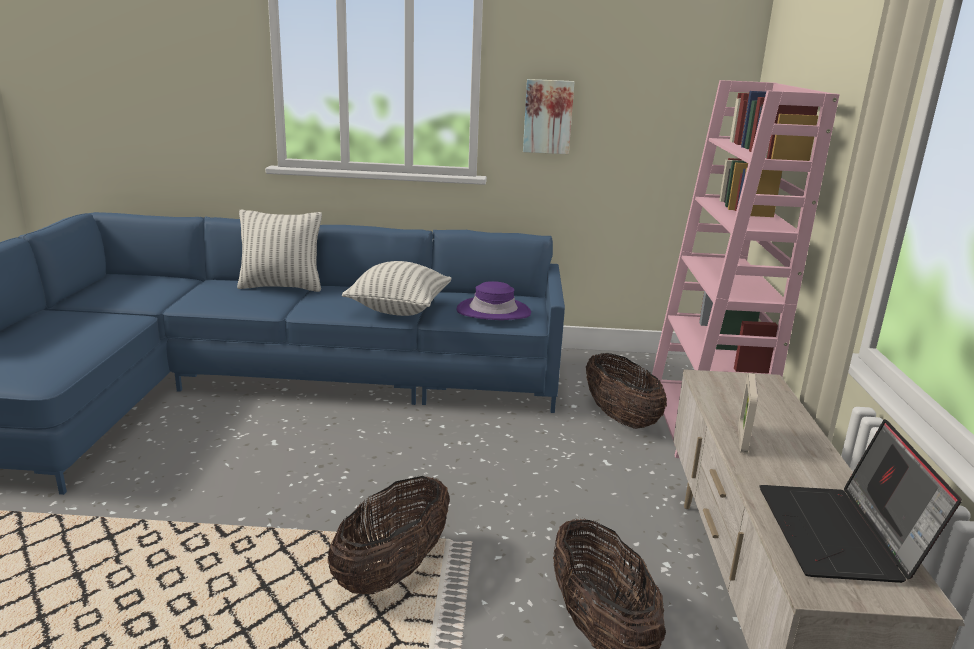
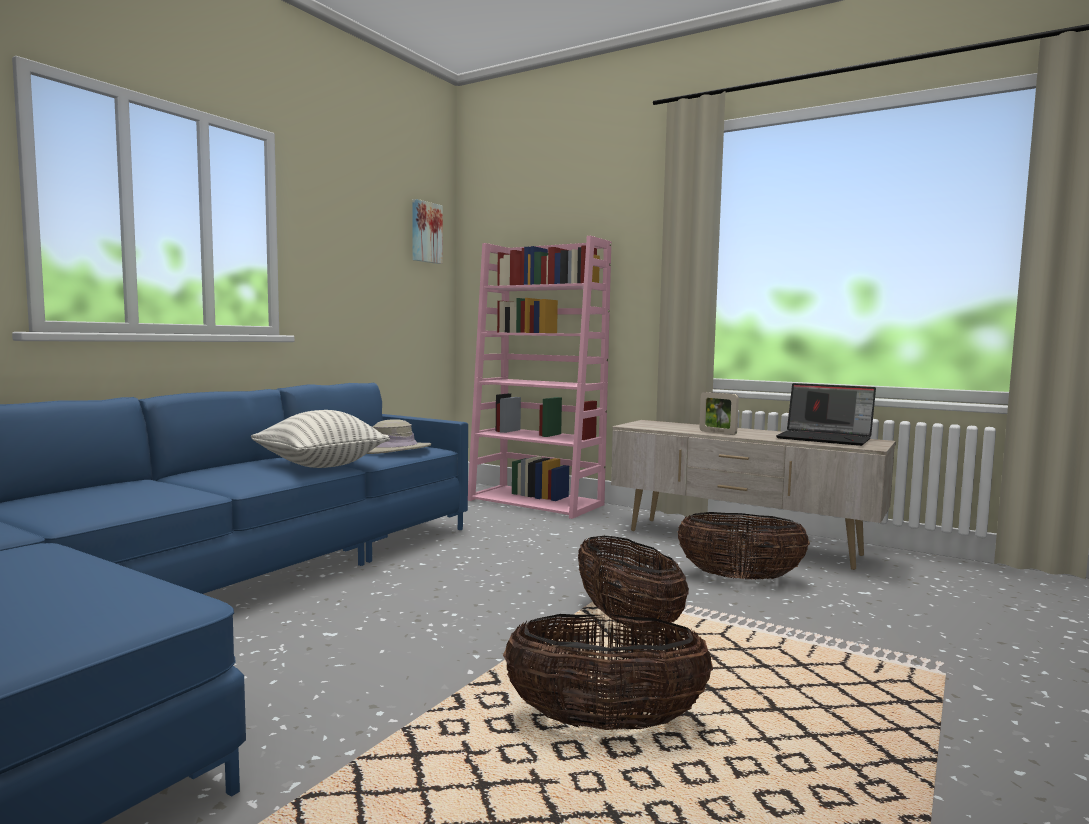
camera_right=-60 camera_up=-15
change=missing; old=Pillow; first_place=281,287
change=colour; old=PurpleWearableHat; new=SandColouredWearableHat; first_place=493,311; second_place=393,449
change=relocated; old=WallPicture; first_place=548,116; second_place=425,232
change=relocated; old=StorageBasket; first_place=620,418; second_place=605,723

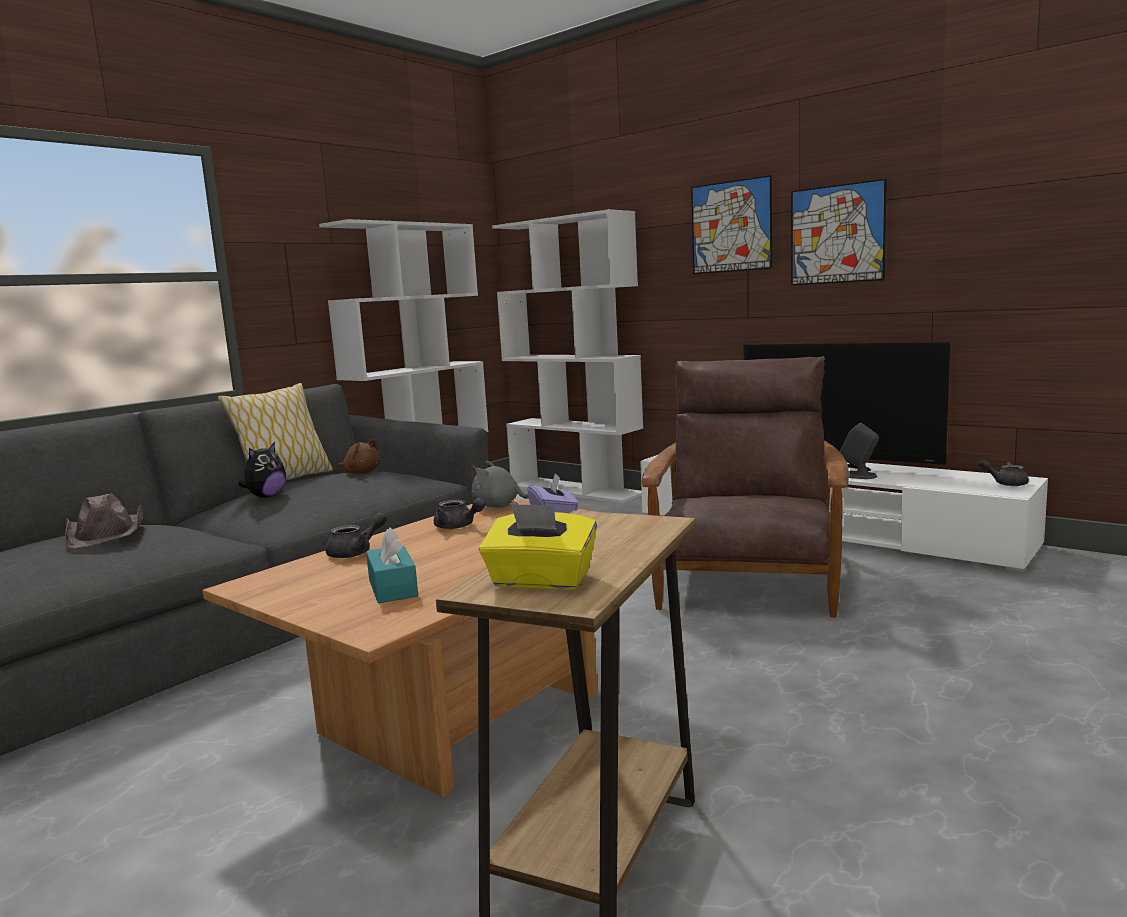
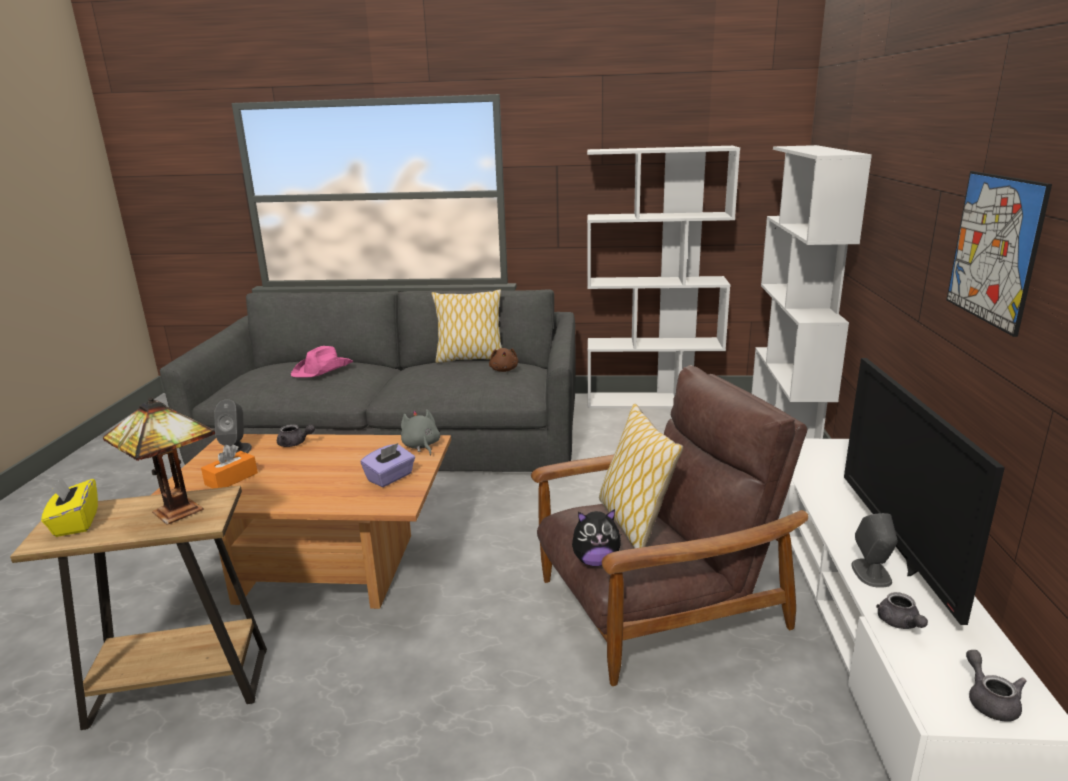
camera_right=55 camera_up=10
change=colour; old=BrownWearableHat; new=PinkishWearableHat; first_place=107,533; second_place=323,369
change=relocated; old=SoftToy; first_place=266,497; second_place=595,561
change=colour; old=TurquoiseColouredBoxOfTissues; new=OrangeColouredBoxOfTissues; first_place=393,588; second_place=231,479
change=relocated; old=GrayPotForTea; first_place=458,526; second_place=899,623
change=missing; old=WallPicture; first_place=731,226
change=appeared; new=LampForATable; second_place=174,511
change=appeared; new=GrayLoudspeaker; second_place=236,451
change=appeared; new=Pillow; second_place=633,523

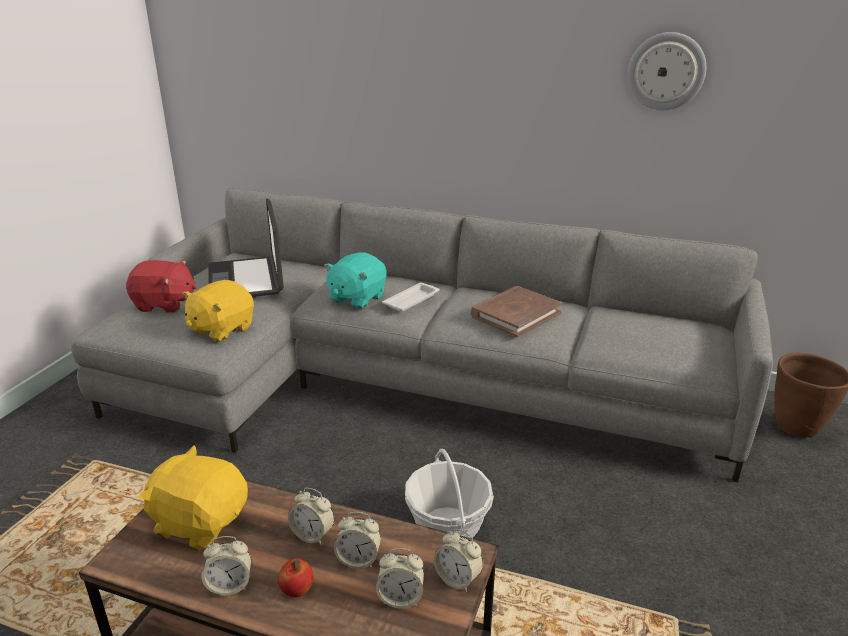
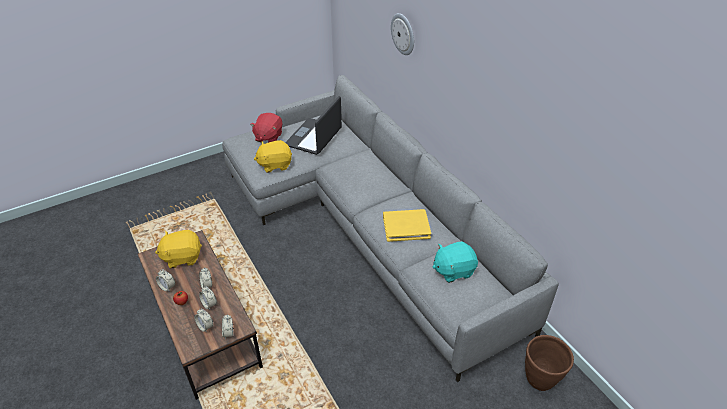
camera_right=40 camera_up=15
change=spun; old=ReddishSoftToy; first_place=164,304; second_place=268,137; degrees=60
change=spun; old=YellowSoftToy; first_place=200,522; second_place=182,257; degrees=-75
change=relocated; old=TurquoiseColouredSoftToy; first_place=356,298; second_place=453,270
change=missing; old=WhiteColouredCarryingTray; first_place=412,300
change=missing; old=StorageBasket; first_place=447,527
change=colour; old=BrownBoundBook; new=YellowBoundBook; first_place=516,314; second_place=406,227
change=relocated; old=ClockOnTheWall; first_place=666,71; second_place=403,34

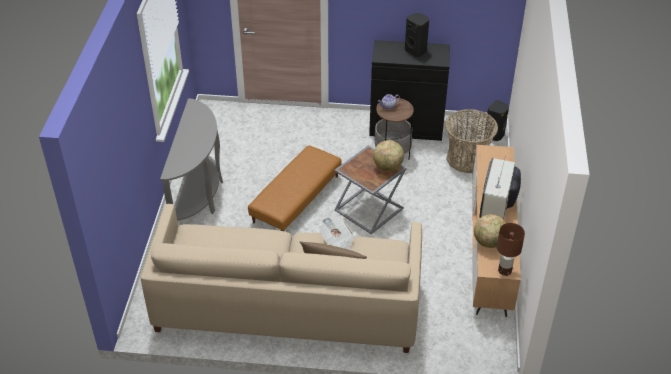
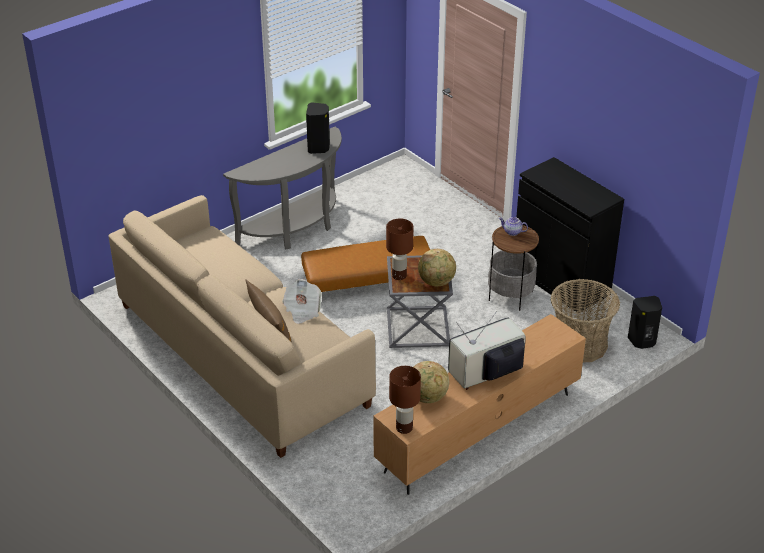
camera_right=45 camera_up=-5
change=relocated; old=BlackColouredLoudspeaker; first_place=416,51; second_place=319,148
change=appeared; new=BrownLampForATable; second_place=399,275

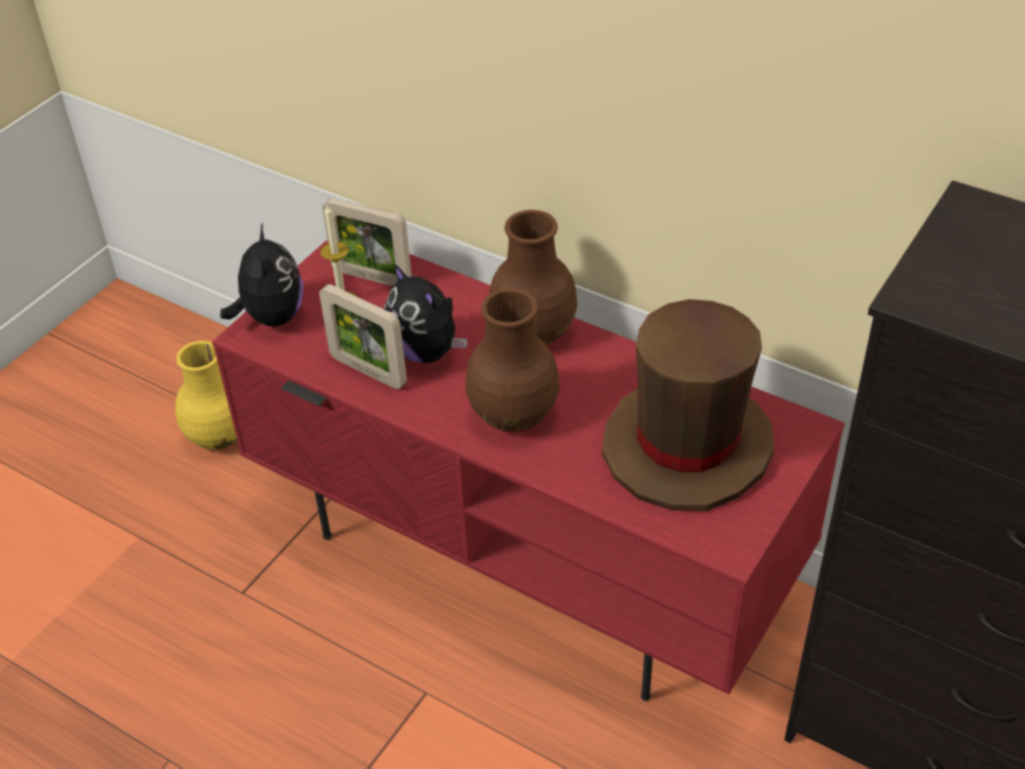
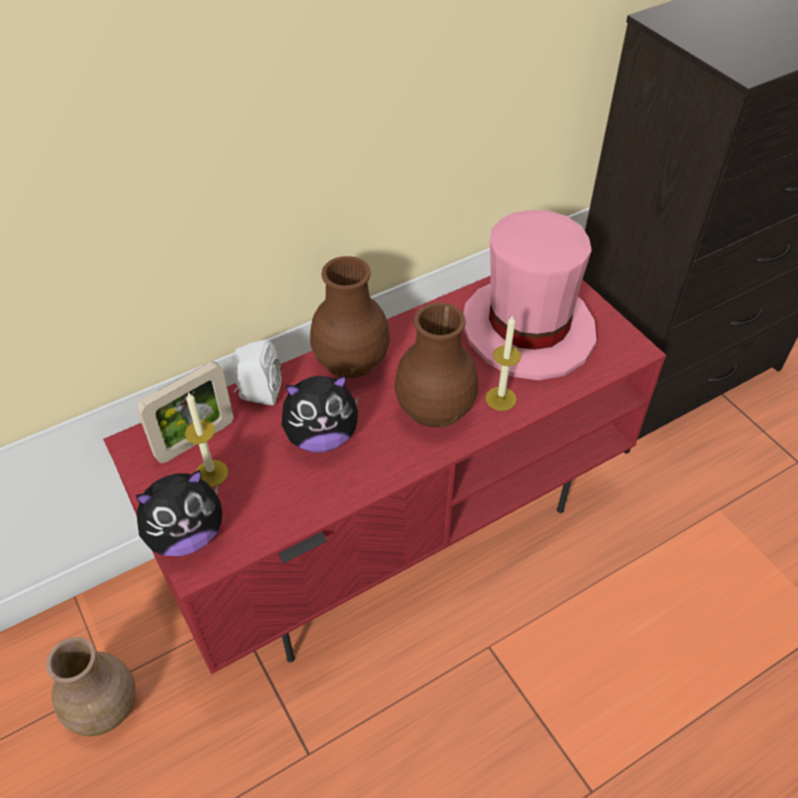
camera_right=-65 camera_up=5
change=colour; old=YellowVase; new=BrownVase; first_place=218,437; second_place=105,709
change=spun; old=SoftToy; first_place=271,317; second_place=186,535; degrees=135
change=missing; old=StandingFrame; first_place=368,371
change=colour; old=BrownWearableHat; new=PinkishWearableHat; first_place=687,446; second_place=528,329
change=appeared; new=WhiteColouredLoudspeaker; second_place=257,394
change=appeared; new=WaxLight; second_place=500,398

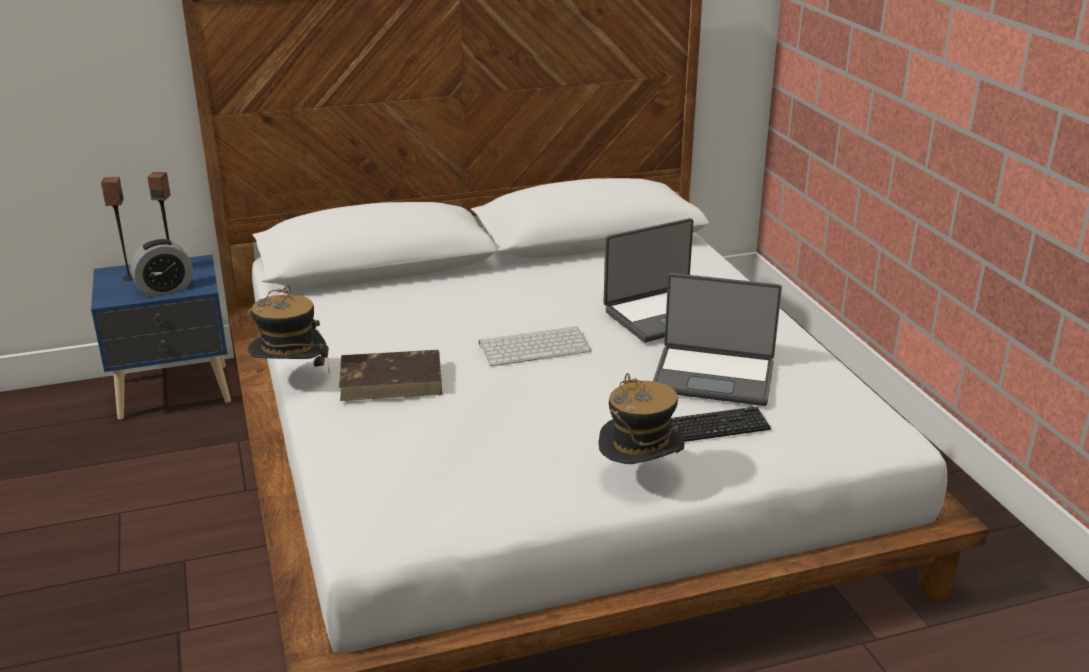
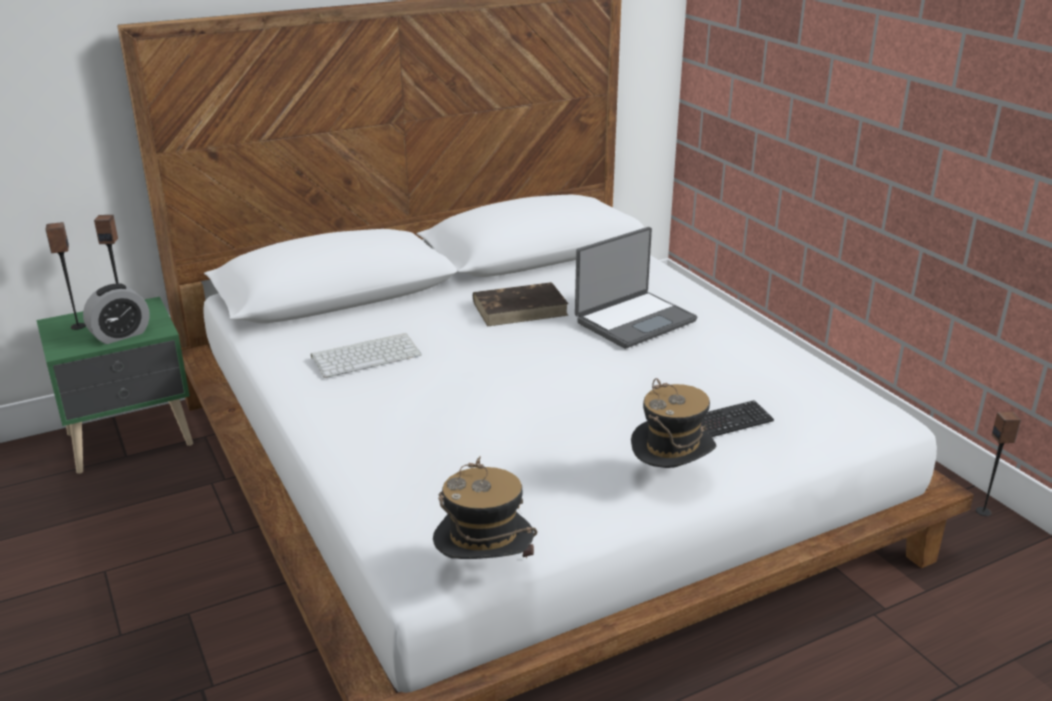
camera_right=-10 camera_up=0
change=colour; old=BlueNightstand; new=GreenColouredNightstand; first_place=176,392; second_place=132,440
change=relocated; old=WearableHat; first_place=291,380; second_place=484,574
change=relocated; old=BrownBoundBook; first_place=392,380; second_place=520,308
change=relocated; old=PcKeyboard; first_place=535,346; second_place=367,355
change=missing; old=Laptop; first_place=714,376
change=appeared; new=Loudspeaker; second_place=984,511

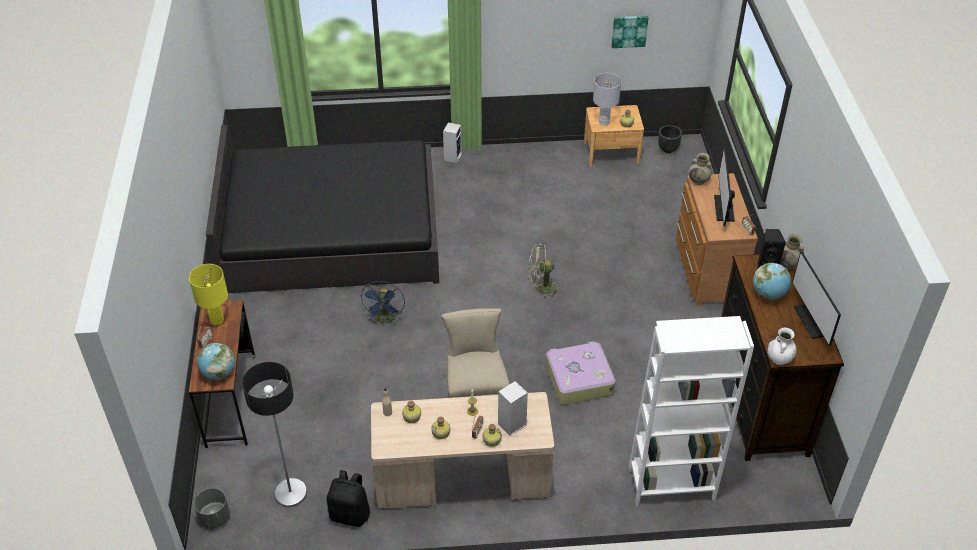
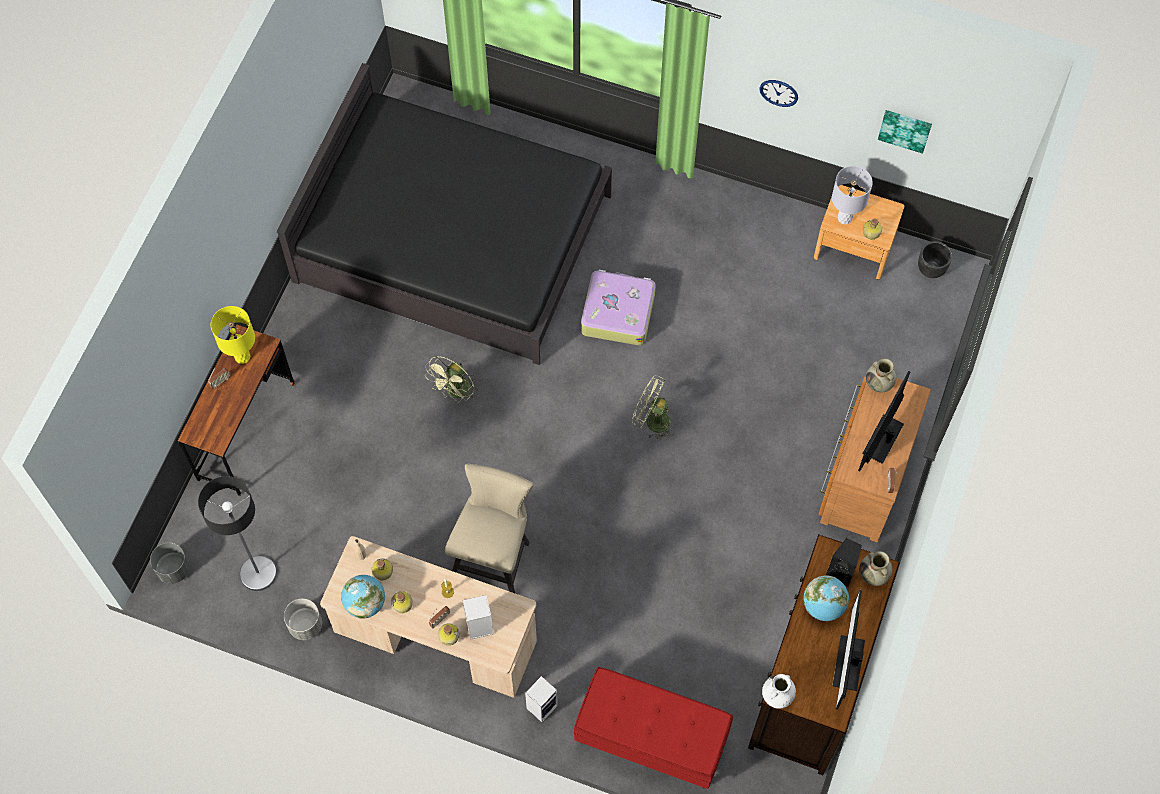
camera_right=25 camera_up=20
change=relocated; old=WorldGlobe; first_place=218,373; second_place=365,603
change=exchanged; old=BlackColouredBackpack; new=GrayPlantPot; first_place=350,514; second_place=306,625
change=colour; old=BlueElectricFan; new=GreenColouredElectricFan; first_place=386,320; second_place=455,392
change=relocated; old=Loudspeaker; first_place=452,156; second_place=542,706
change=relocated; old=TravelCase; first_place=578,379; second_place=617,312
change=exchanged; old=WhiteColouredShelvingUnit; new=ReddishBench; first_place=671,483; second_place=651,739
change=appeared; new=ClockOnTheWall; second_place=779,92

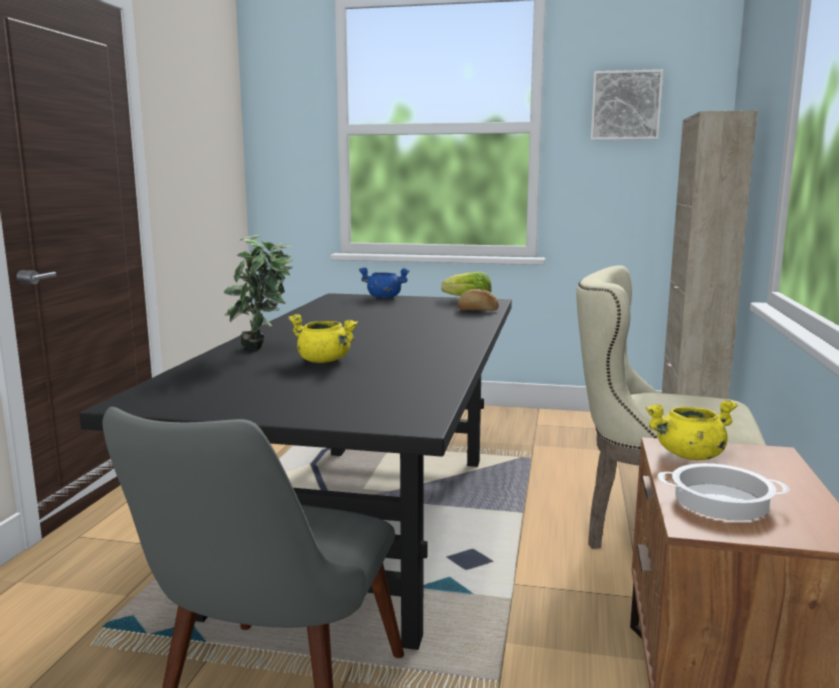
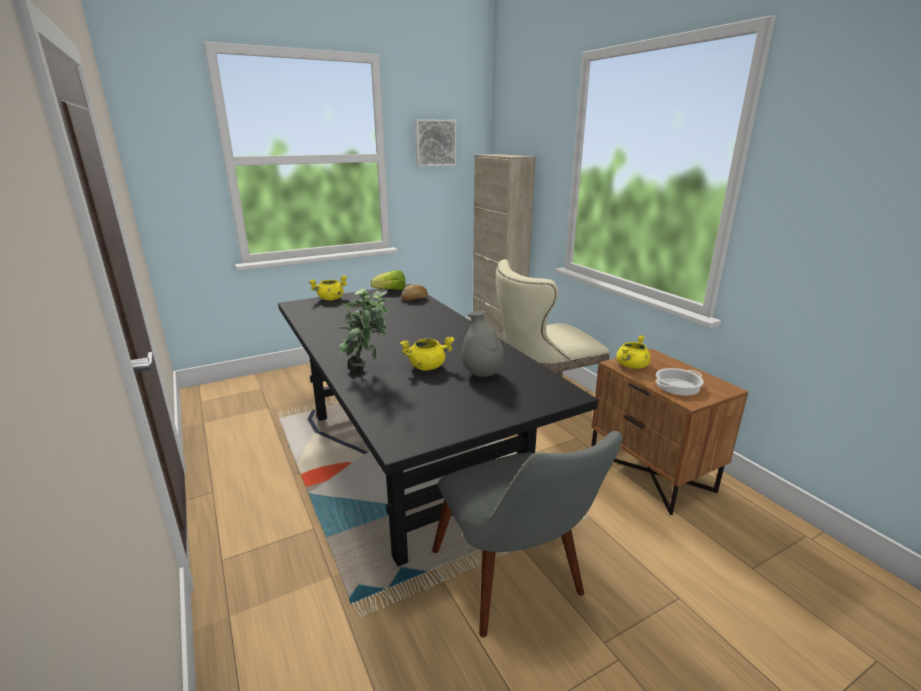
camera_right=-40 camera_up=10
change=colour; old=BlueCookingPot; new=YellowCookingPot; first_place=383,297; second_place=330,299
change=appeared; new=GrayVase; second_place=482,374

